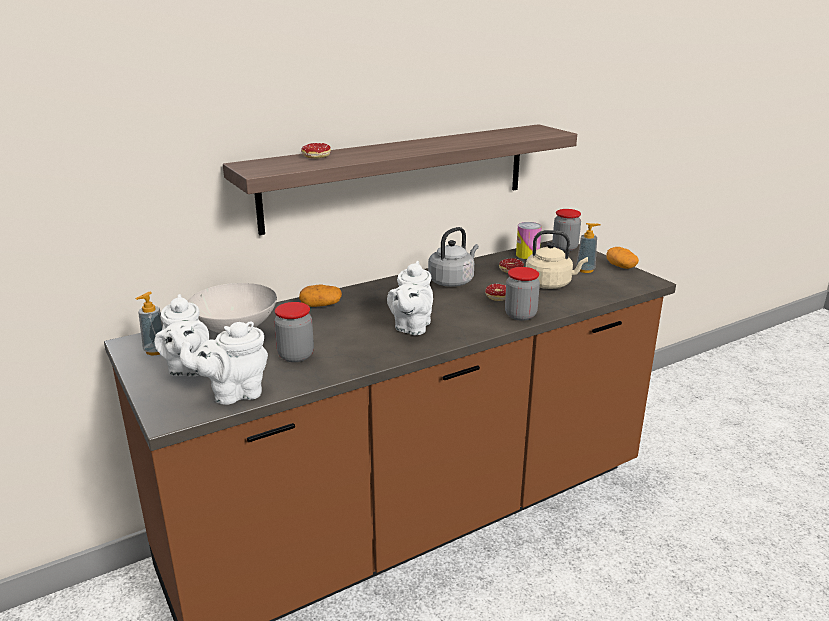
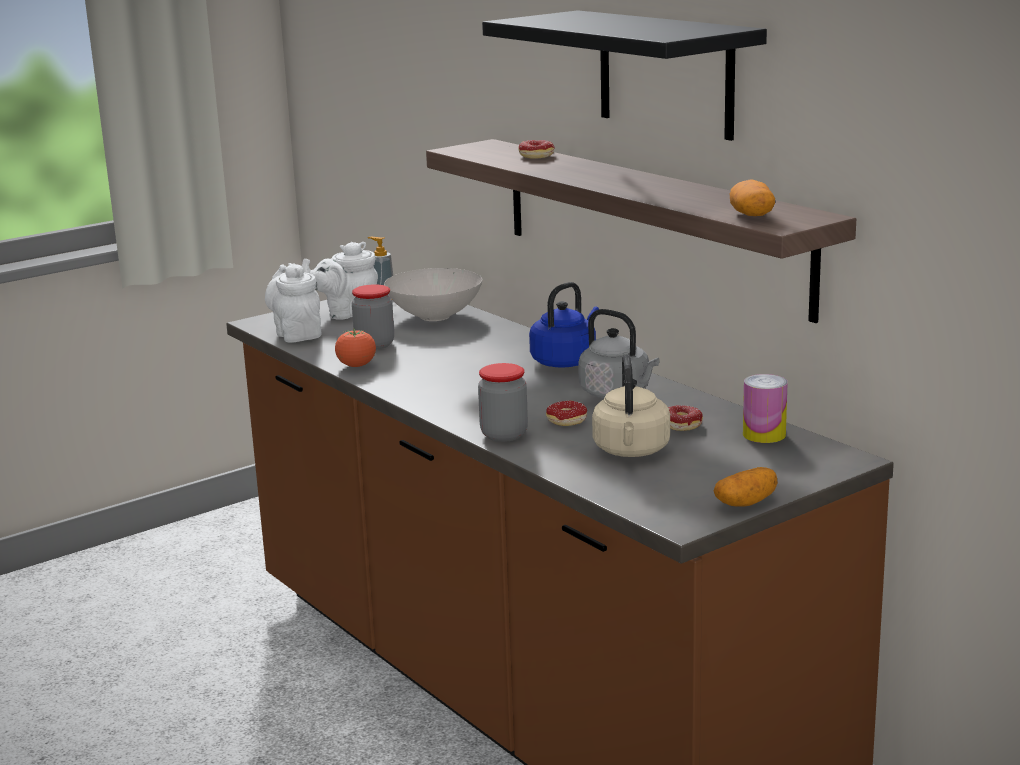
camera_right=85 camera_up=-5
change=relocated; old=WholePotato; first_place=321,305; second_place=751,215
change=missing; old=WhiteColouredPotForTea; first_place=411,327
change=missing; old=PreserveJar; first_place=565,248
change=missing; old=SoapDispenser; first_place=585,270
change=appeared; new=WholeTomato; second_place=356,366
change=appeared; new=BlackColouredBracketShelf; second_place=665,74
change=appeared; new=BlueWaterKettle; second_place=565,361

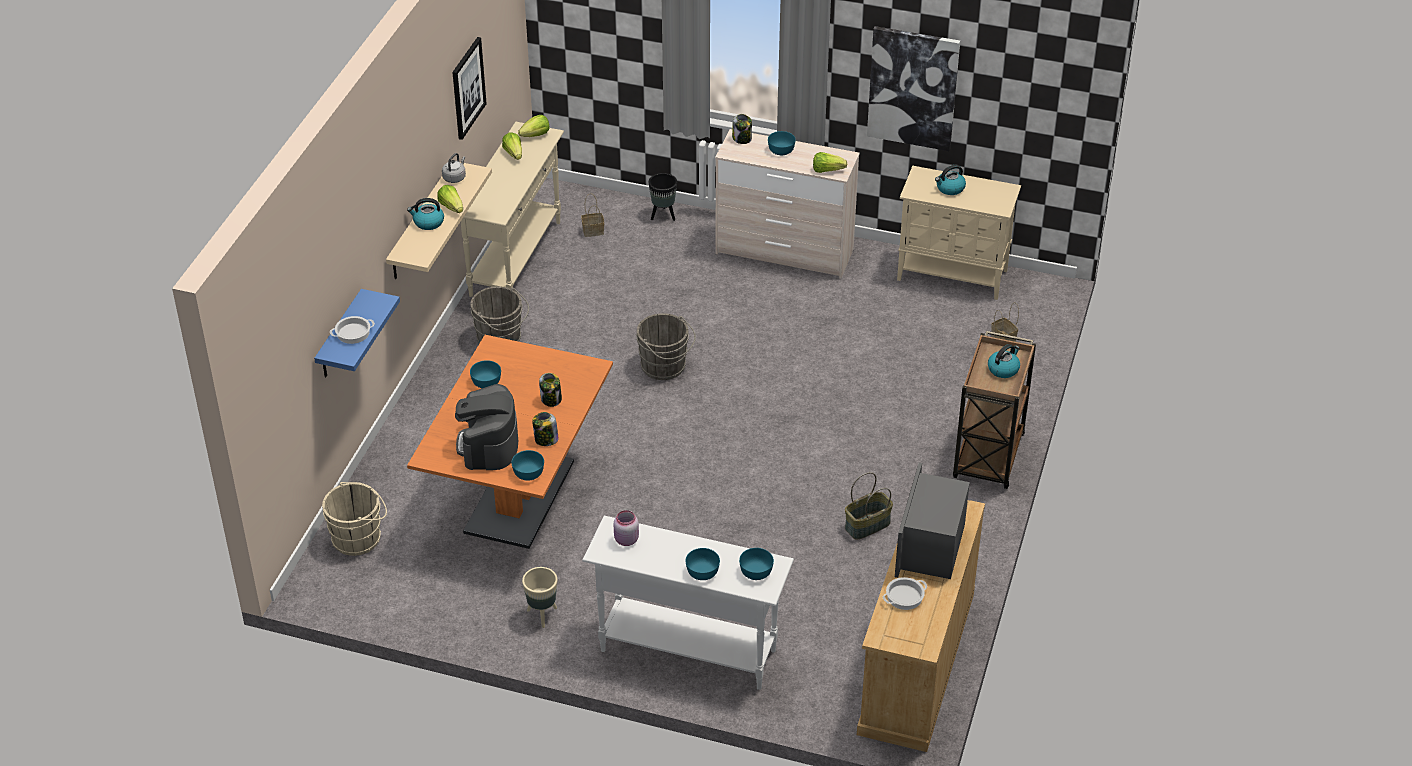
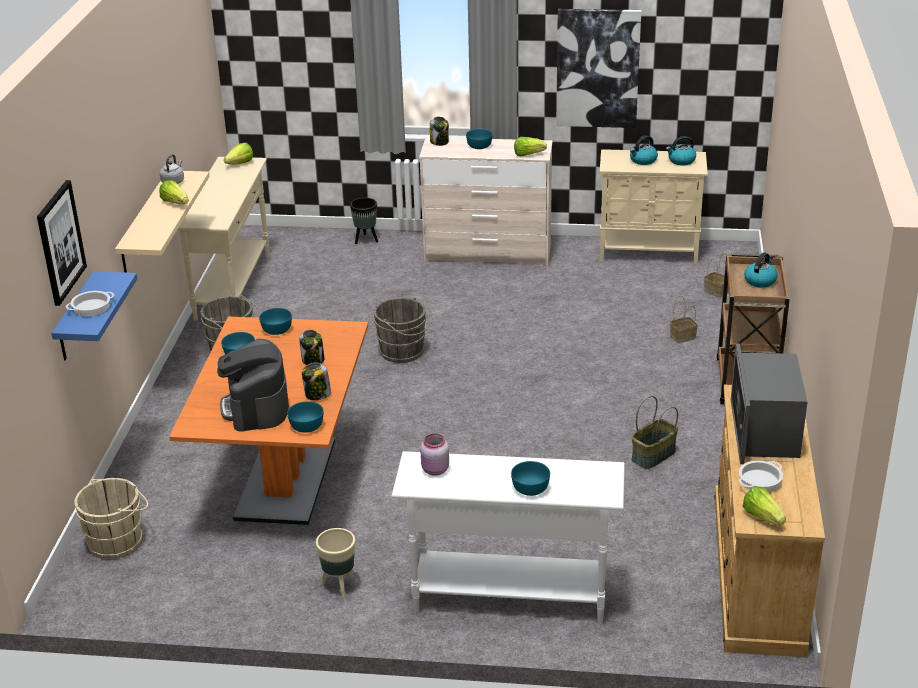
camera_right=-10 camera_up=-10
change=relocated; old=WaterKettle; first_place=428,222; second_place=681,161
change=relocated; old=WallPicture; first_place=468,88; second_place=60,242
change=relocated; old=Lettuce; first_place=514,153; second_place=762,517
change=relocated; old=StorageBasket; first_place=593,230; second_place=683,336
change=relocated; old=TurquoiseColouredServingBowl; first_place=756,572; second_place=277,330

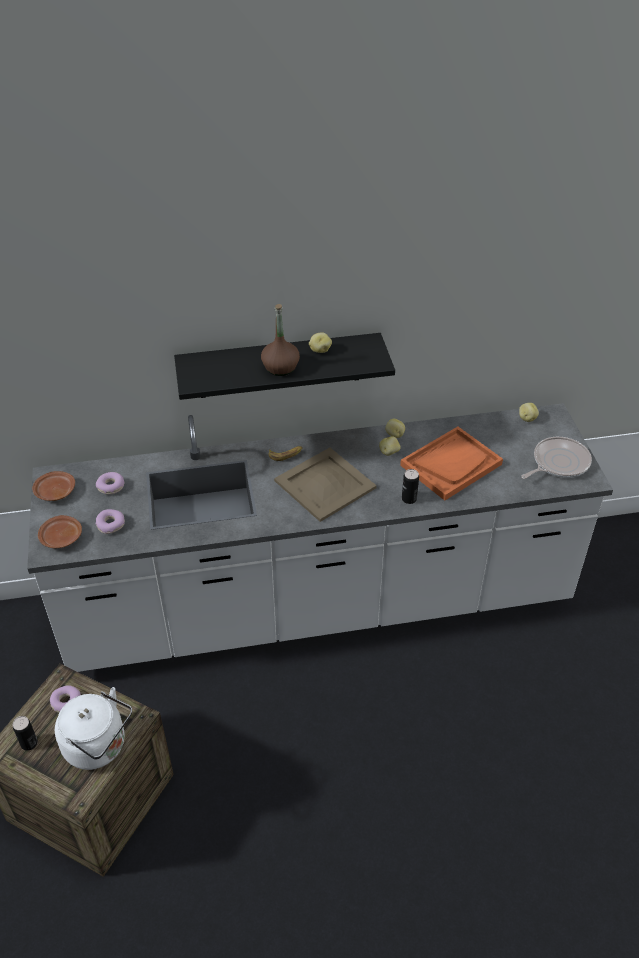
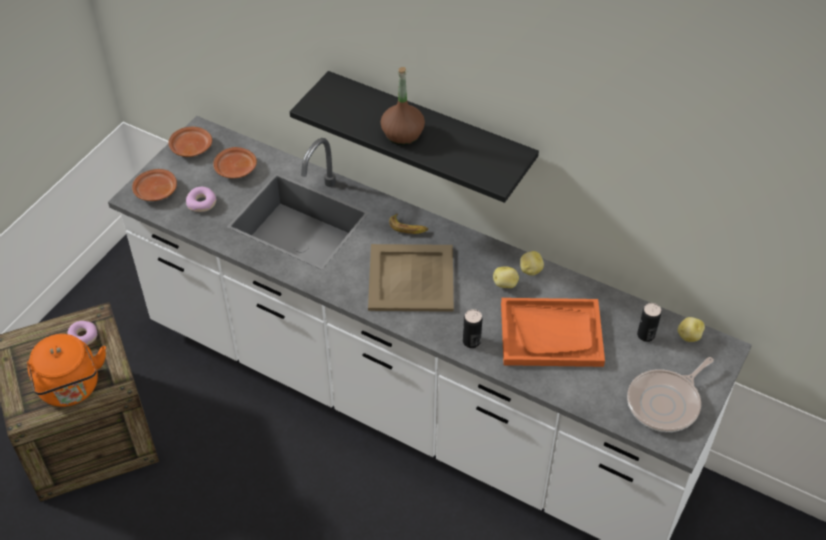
camera_right=40 camera_up=5
change=relocated; old=SealedCan; first_place=29,743; second_place=646,335
change=colour; old=WhiteColouredWaterKettle; new=OrangeColouredWaterKettle; first_place=99,746; second_place=71,389
change=exchanged; old=Doughnut; new=BrownFlatDish; first_place=111,486; second_place=236,169
change=missing; old=WholePotato; first_place=319,350
change=spun; old=Skillet; first_place=558,463; second_place=666,403; degrees=135

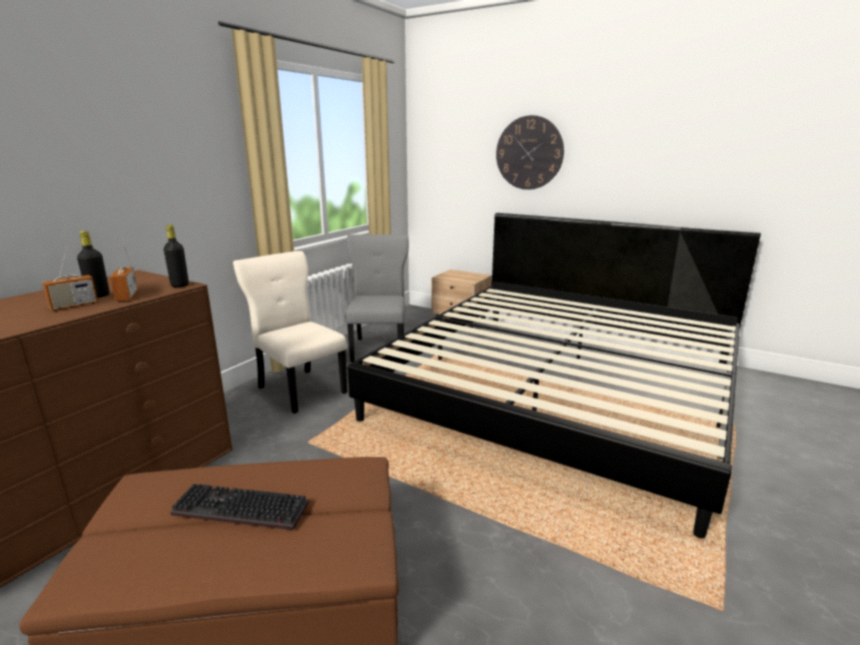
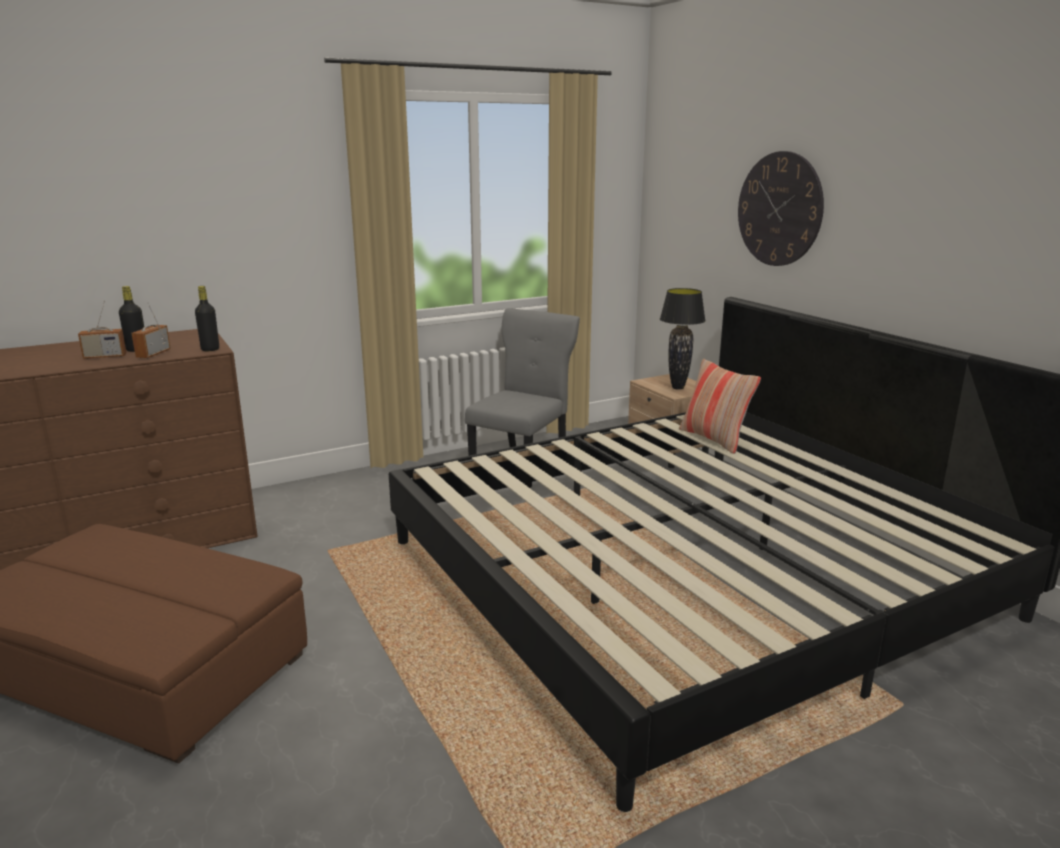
camera_right=30 camera_up=0
change=missing; old=PcKeyboard; first_place=237,511
change=missing; old=SandColouredPlainChair; first_place=300,389
change=appeared; new=BlackColouredLampForATable; second_place=677,388
change=appeared; new=Pillow; second_place=714,439

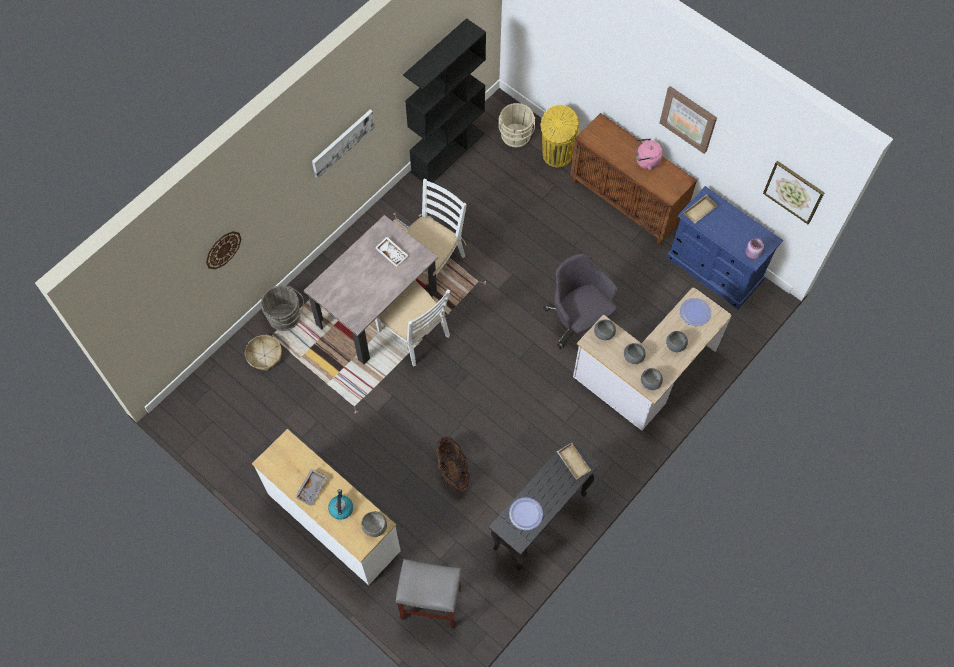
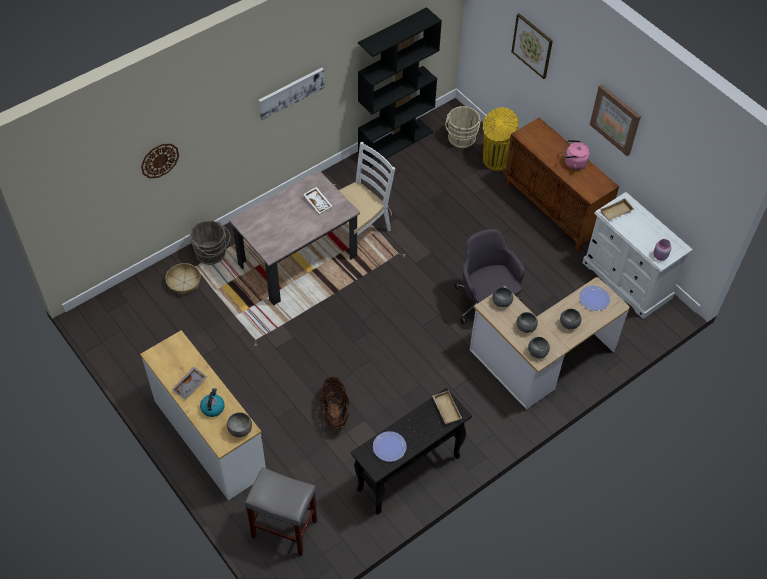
camera_right=10 camera_up=-10
change=missing; old=WhiteColouredPlainChair; first_place=414,334
change=colour; old=BlueDresser; new=WhiteColouredDresser; first_place=714,269; second_place=626,280
change=relocated; old=WallPicture; first_place=793,191; second_place=532,45

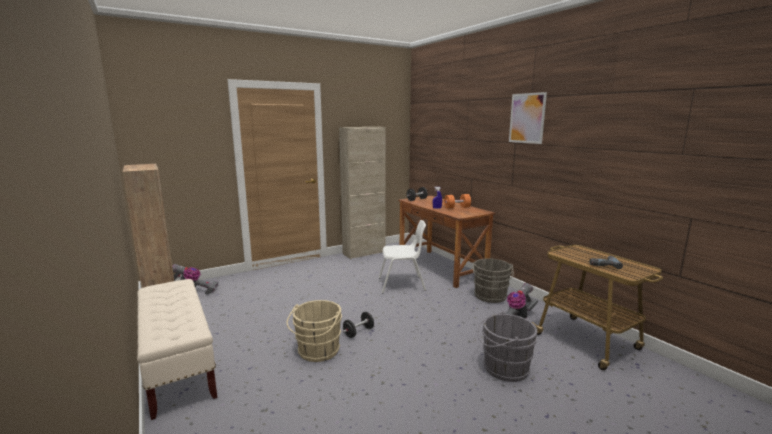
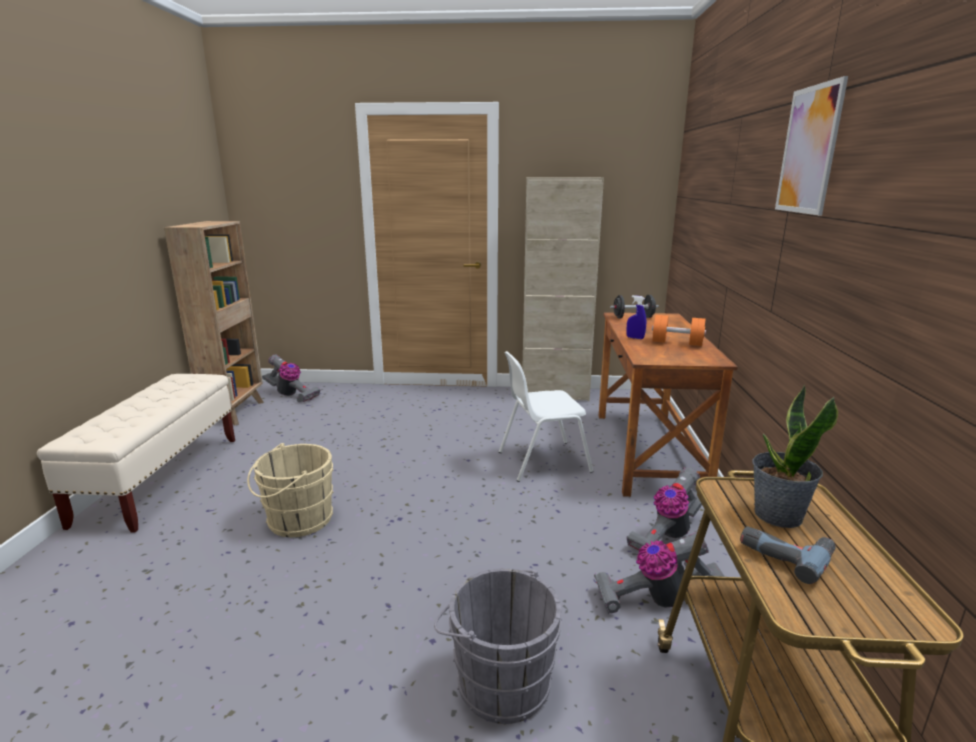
camera_right=35 camera_up=5
change=missing; old=BlackColouredHandWeight; first_place=358,332
change=spun; old=WhiteColouredPlainChair; first_place=402,284; second_place=542,461; degrees=135
change=exchanged; old=GrayBucket; new=Vacuum; first_place=490,297; second_place=667,535
change=appeared; new=PlantInAPot; second_place=777,515

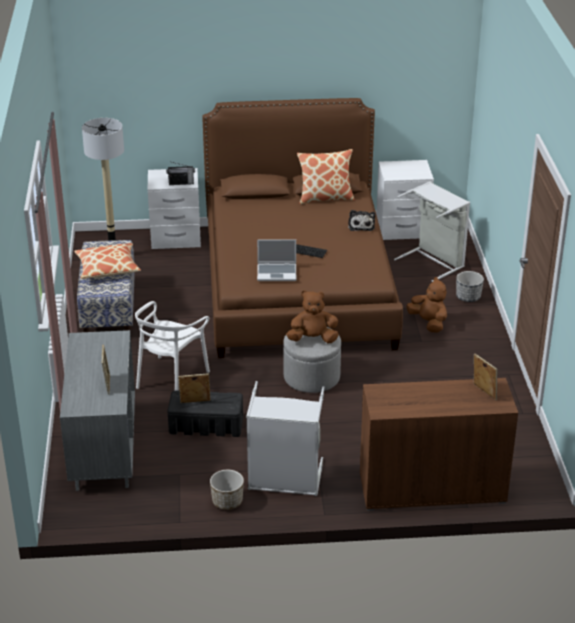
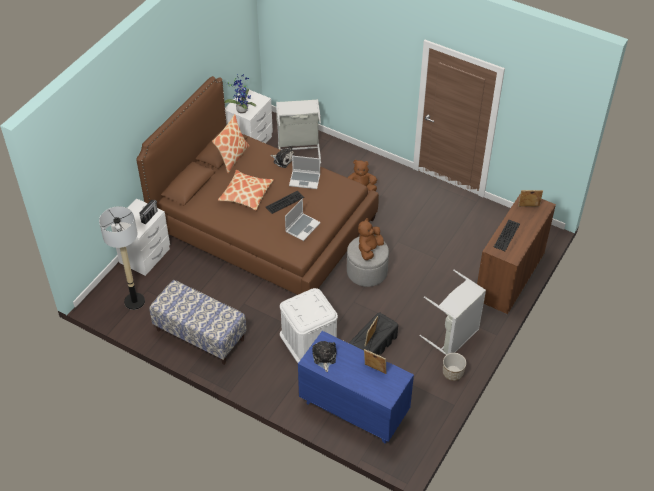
camera_right=-55 camera_up=15
change=colour; old=GrayDresser; new=BlueDresser; first_place=104,448; second_place=353,409
change=relocated; old=Pillow; first_place=107,268; second_place=246,194
change=exchanged; old=WhiteColouredPlainChair; new=WhiteColouredStorageBin; first_place=171,378; second_place=309,340
change=missing; old=PlantPot; first_place=468,297
change=appeared; new=PlantInAPot; second_place=242,109
change=appeared; new=Laptop; second_place=305,180
change=appeared; new=SoftToy; second_place=324,357
change=appeared; new=PcKeyboard; second_place=507,236

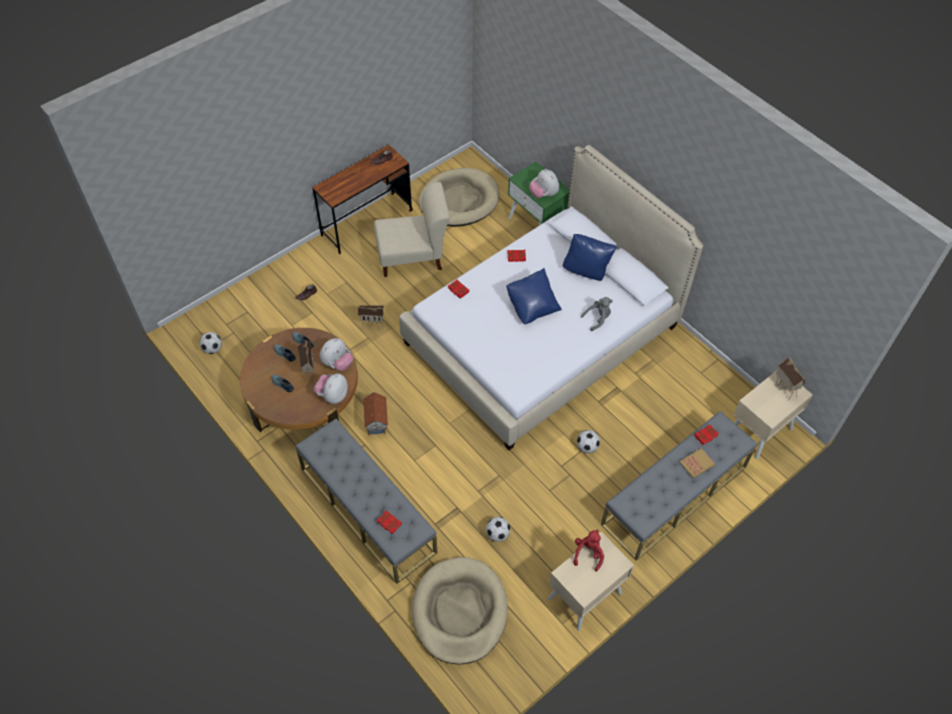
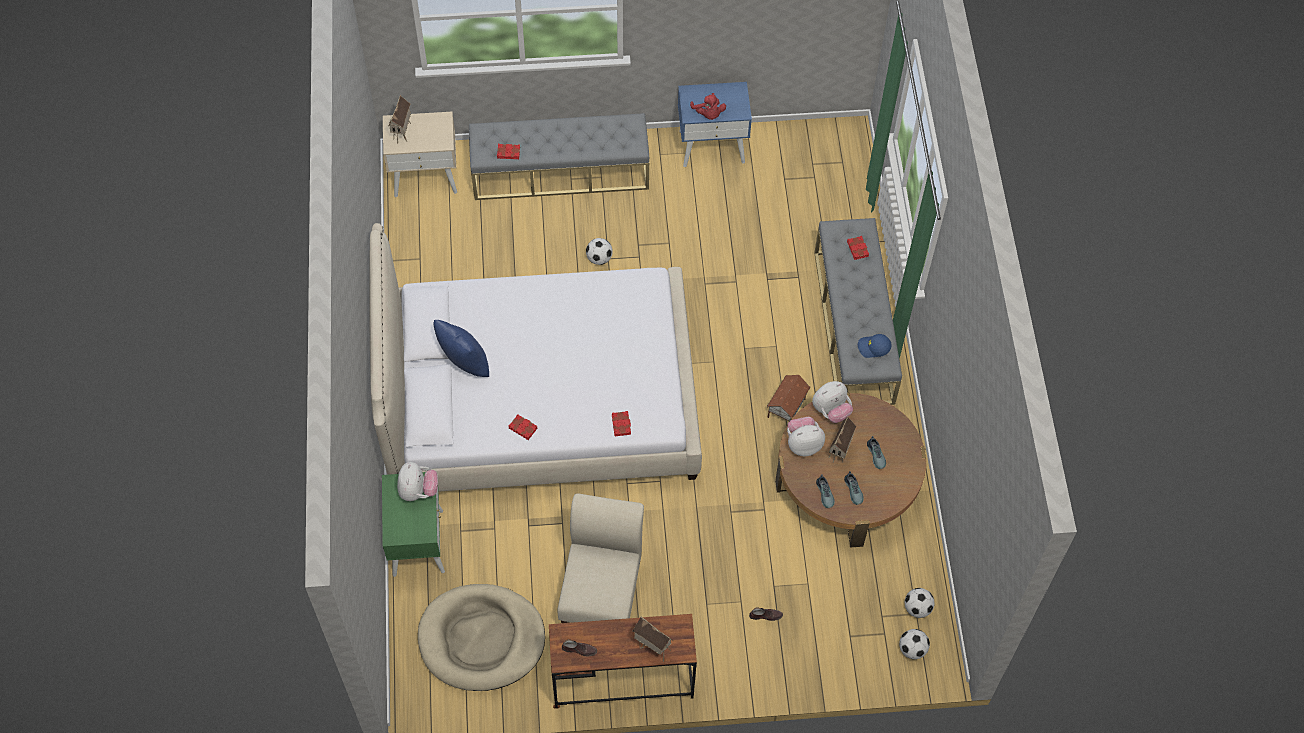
camera_right=-145 camera_up=5
change=relocated; old=ToyHouse; first_place=373,325; second_place=652,648
change=spun; old=SandColouredPlainChair; first_place=413,256; second_place=602,590; degrees=75
change=missing; old=SandColouredDogCushion; first_place=459,612
change=relocated; old=BallForFootball; first_place=497,534; second_place=912,649
change=missing; old=BluePillow; first_place=532,307
change=colour; old=SandColouredNightstand; new=BlueNightstand; first_place=584,596; second_place=712,146
change=spun; old=ReddishSoftToy; first_place=588,553; second_place=708,114; degrees=-75
change=missing; old=GraySoftToy; first_place=597,319
change=missing; old=BoundBook; first_place=696,464
change=appeared; new=BlueCap; second_place=873,348

